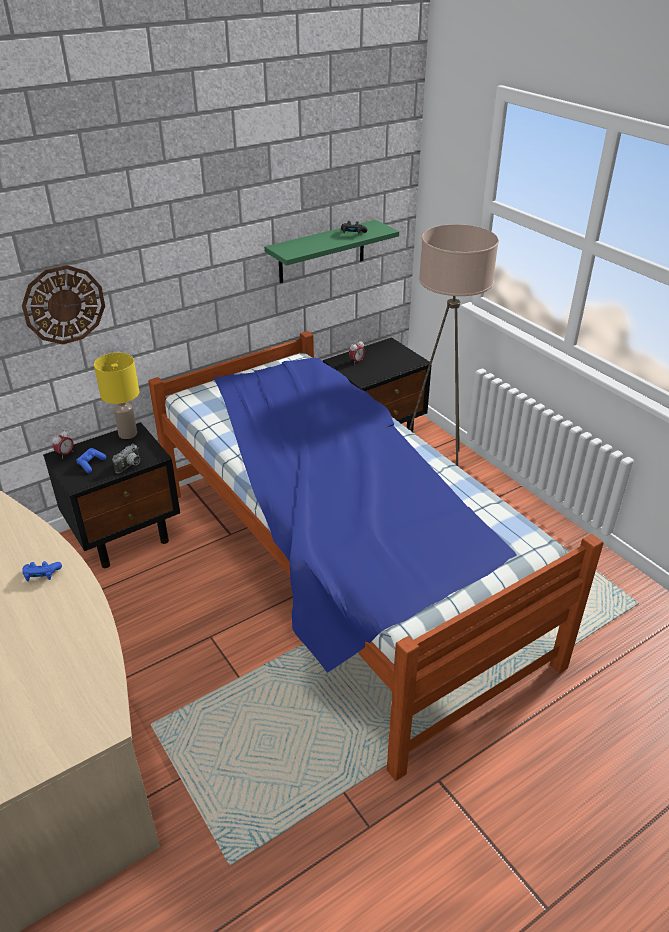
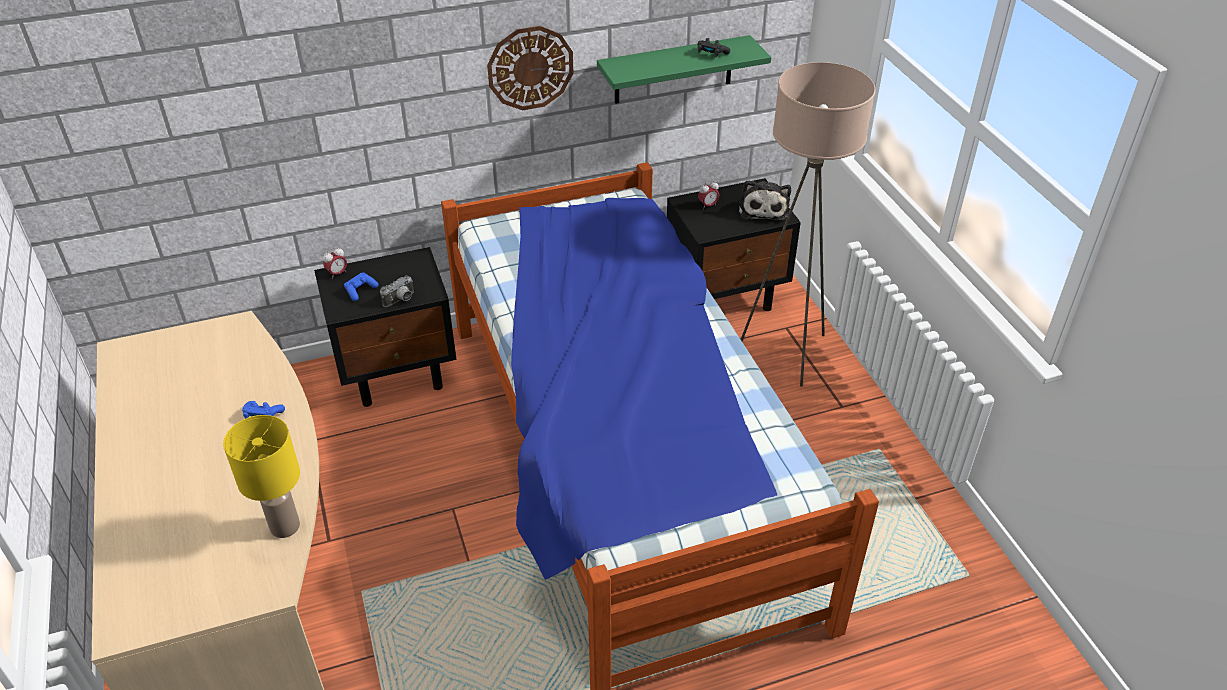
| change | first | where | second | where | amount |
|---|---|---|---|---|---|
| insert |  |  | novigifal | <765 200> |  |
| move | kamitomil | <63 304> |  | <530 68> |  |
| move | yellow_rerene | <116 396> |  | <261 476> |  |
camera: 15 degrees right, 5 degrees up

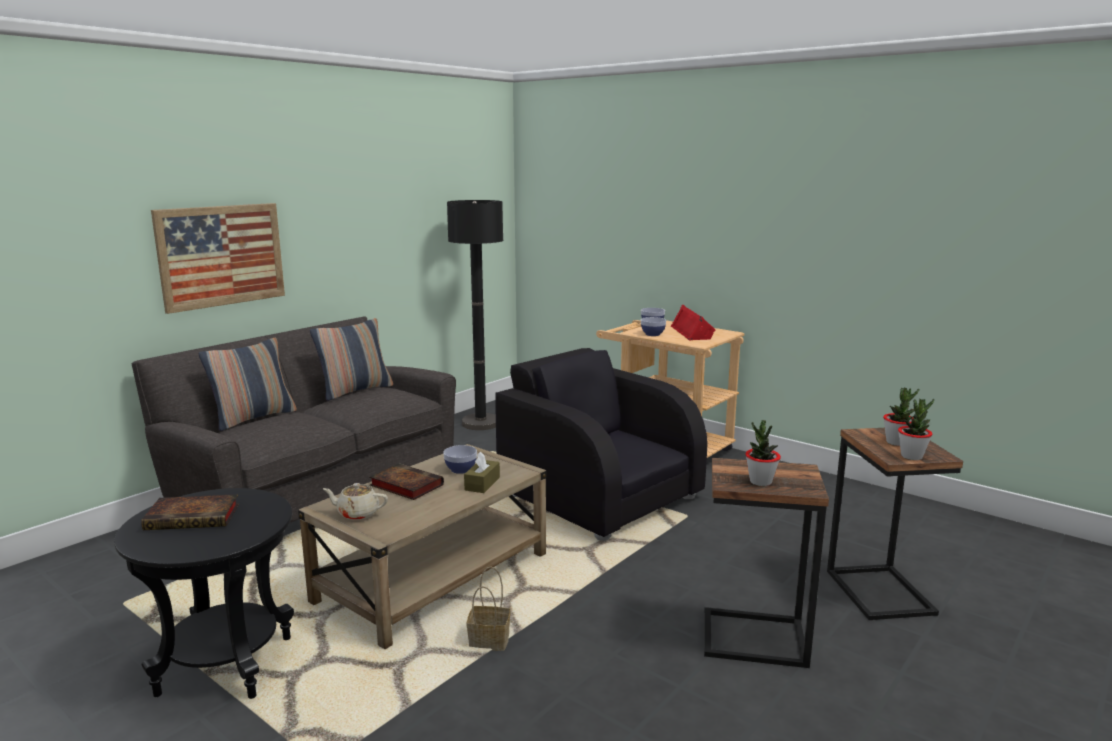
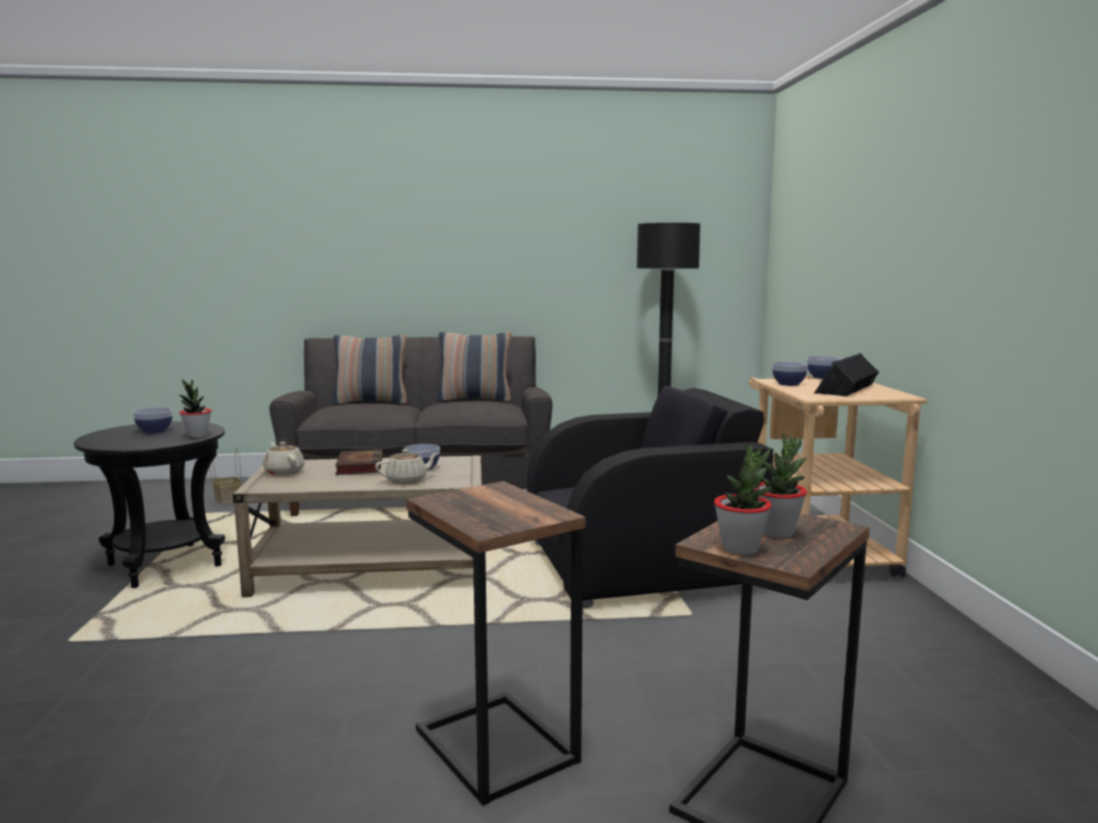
| change | first | where | second | where | amount |
|---|---|---|---|---|---|
| delete | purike | <218 258> |  |  |  |
| move | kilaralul | <489 608> |  | <226 477> |  |
| move | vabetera | <763 453> |  | <196 408> |  |
| replace | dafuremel | <190 512> | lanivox | <153 420> |  |
| replace | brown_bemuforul | <482 472> | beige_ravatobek | <406 466> |  |
| recolor | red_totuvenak | <693 322> | black_totuvenak | <846 374> |  |
| rotate | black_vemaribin | <601 444> |  | <650 497> | 75 degrees clockwise |
camera: 45 degrees right, 5 degrees down

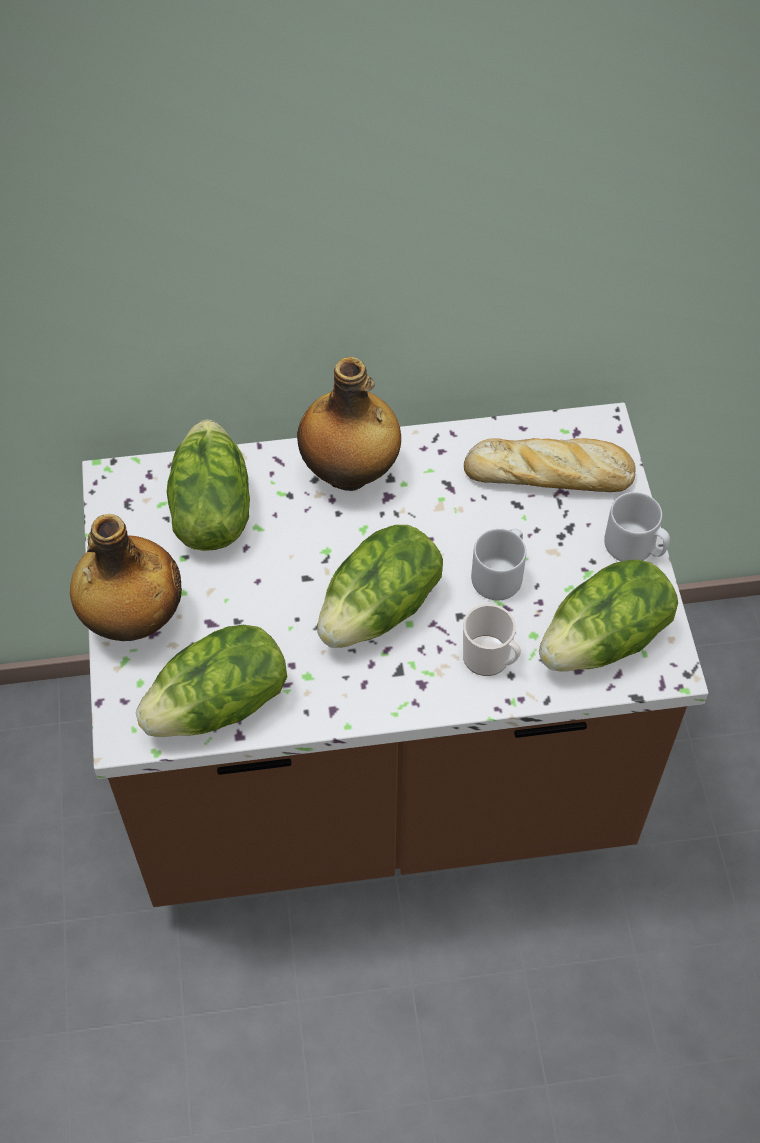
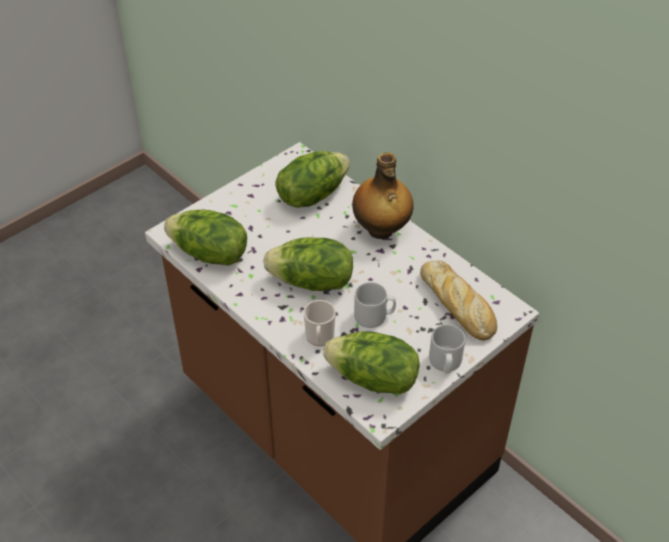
| change | first | where | second | where | amount |
|---|---|---|---|---|---|
| delete | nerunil | <126 577> |  |  |  |
camera: 55 degrees right, 10 degrees down

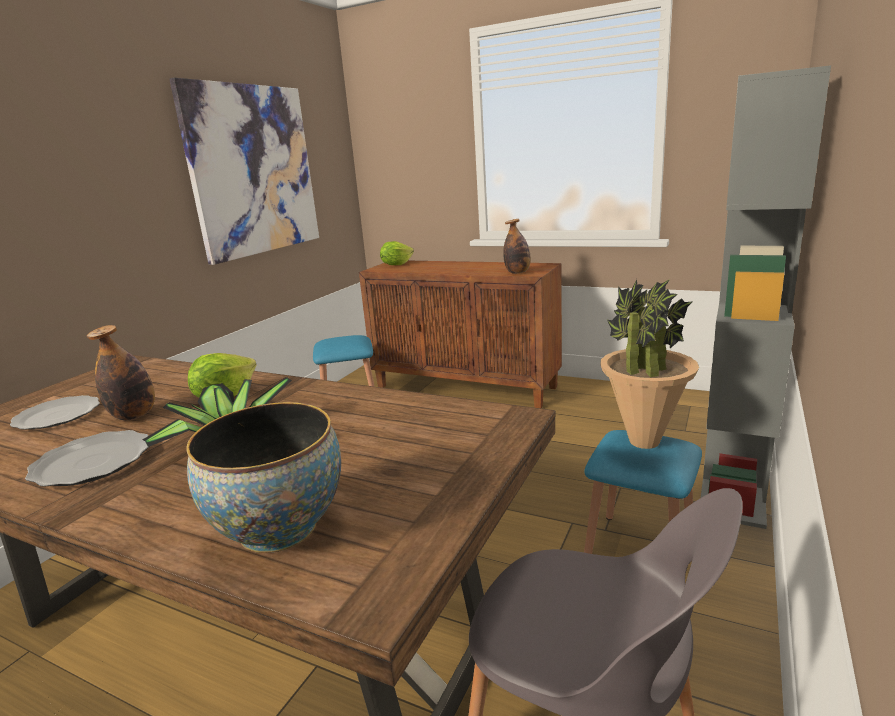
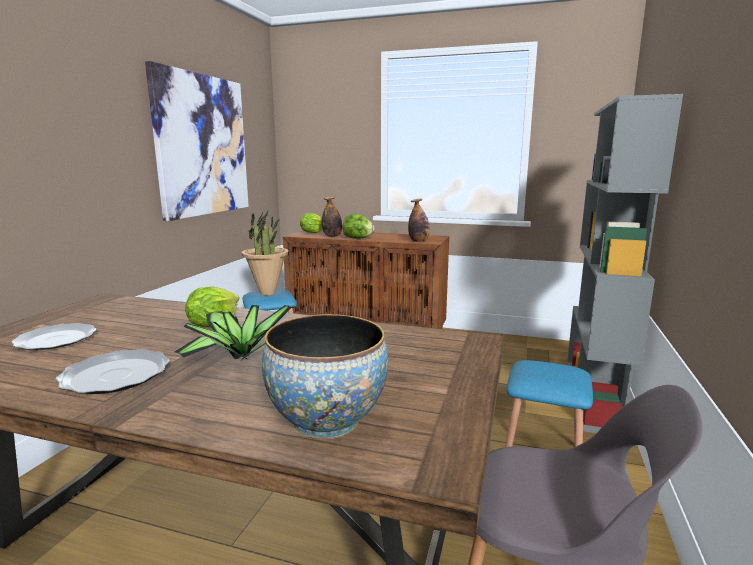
| change | first | where | second | where | amount |
|---|---|---|---|---|---|
| insert |  |  | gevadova | <359 226> |  |
| move | nerunil | <121 372> |  | <332 216> |  |
| move | vabetera | <649 364> |  | <265 252> |  |
camera: 10 degrees left, 5 degrees down

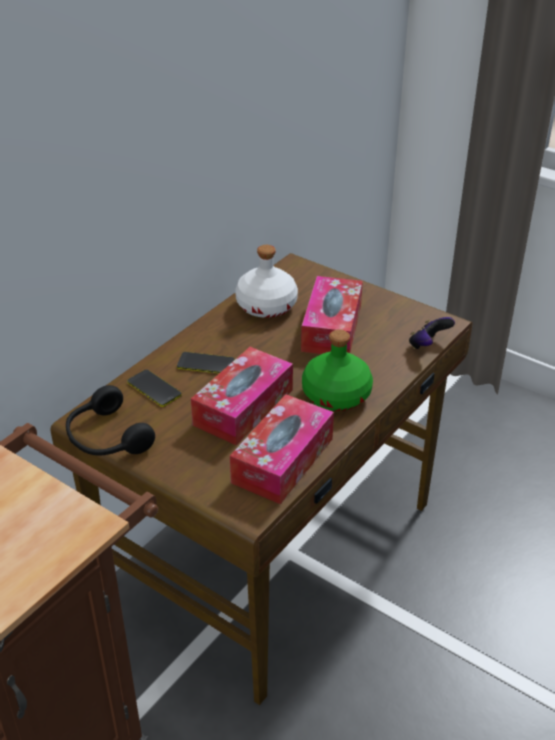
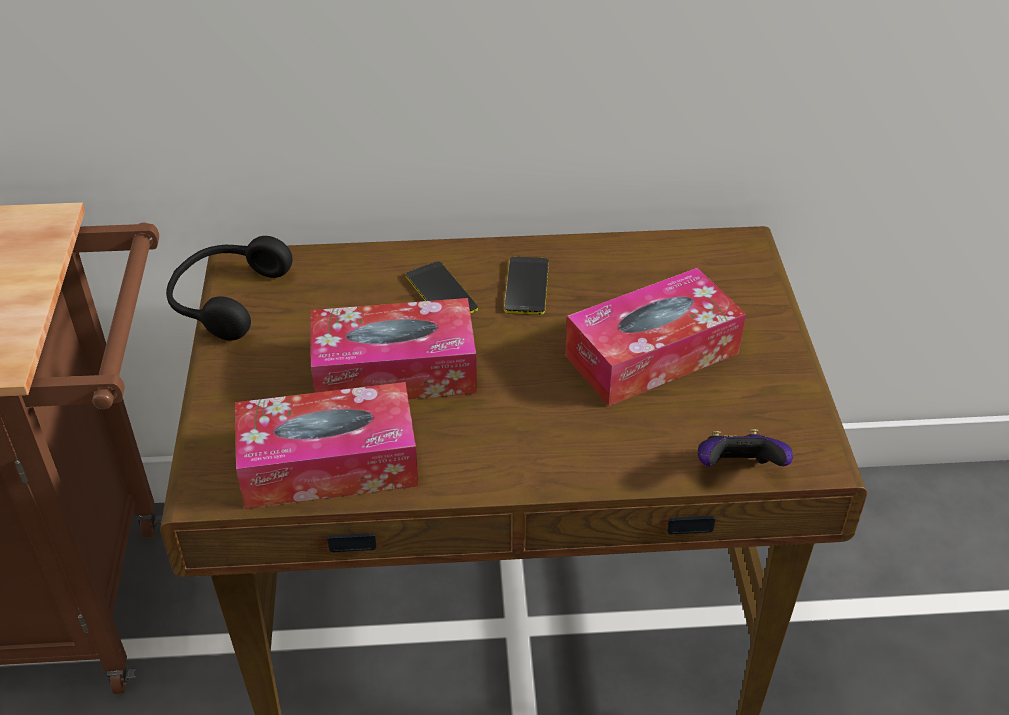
| change | first | where | second | where | amount |
|---|---|---|---|---|---|
| delete | white_nerunil | <266 281> |  |  |  |
| delete | green_nerunil | <337 370> |  |  |  |
| move | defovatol | <154 388> |  | <526 286> |  |
camera: 50 degrees right, 5 degrees up

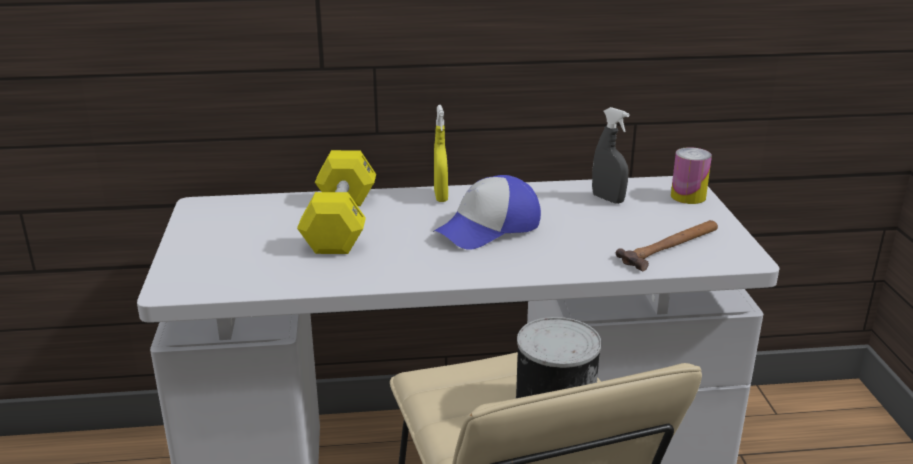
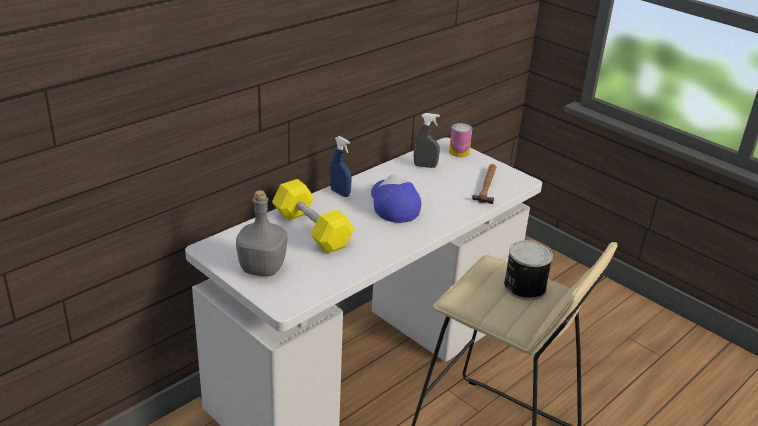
| change | first | where | second | where | amount |
|---|---|---|---|---|---|
| insert |  |  | grey_nerunil | <261 233> |  |
| recolor | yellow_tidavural | <441 153> | blue_tidavural | <341 166> |  |
| rotate | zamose | <487 212> |  | <396 198> | 150 degrees clockwise |
camera: 40 degrees left, 5 degrees up

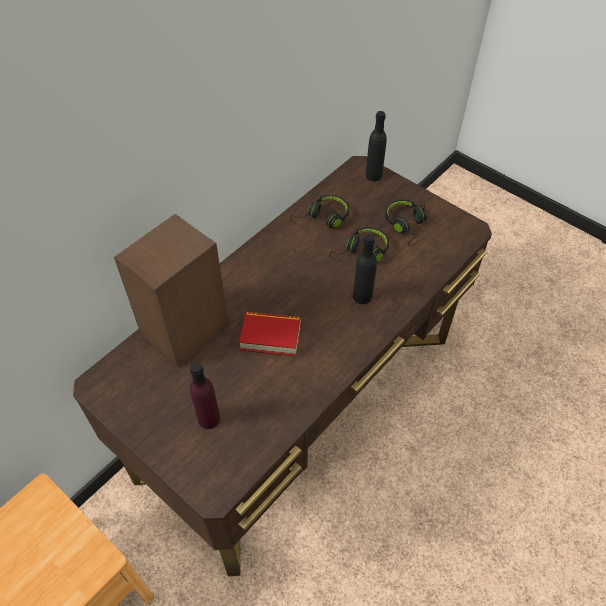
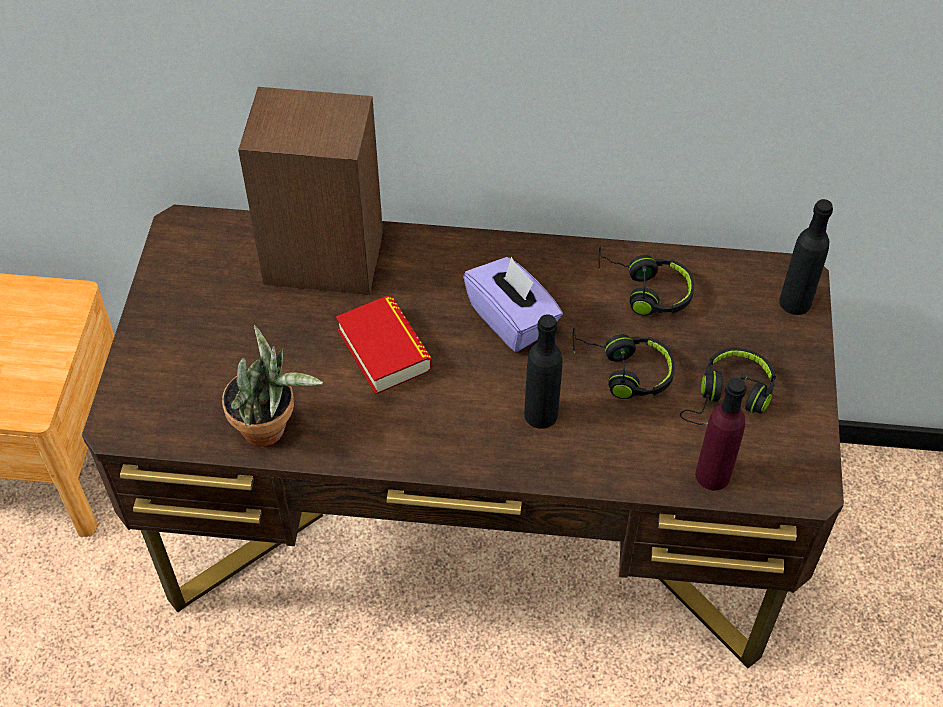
| change | first | where | second | where | amount |
|---|---|---|---|---|---|
| insert |  |  | vabetera | <272 386> |  |
| insert |  |  | purple_bemuforul | <513 304> |  |
| move | purple_nerunil | <205 395> |  | <720 434> |  |
camera: 55 degrees right, 0 degrees up

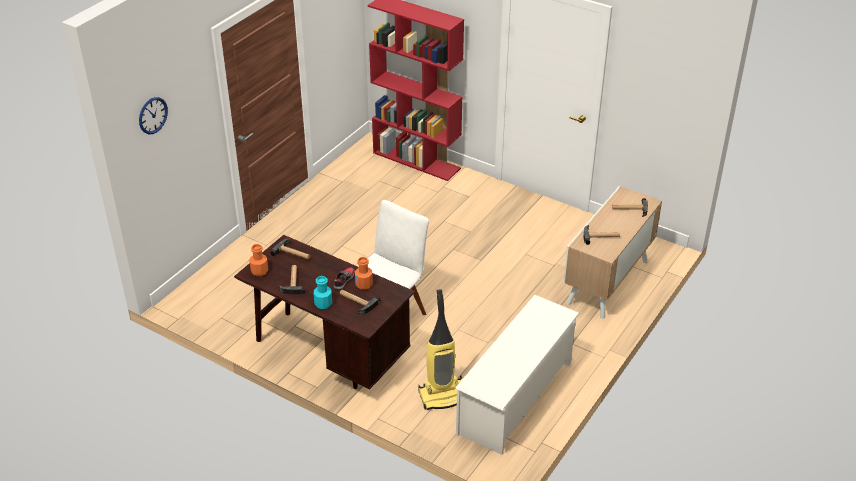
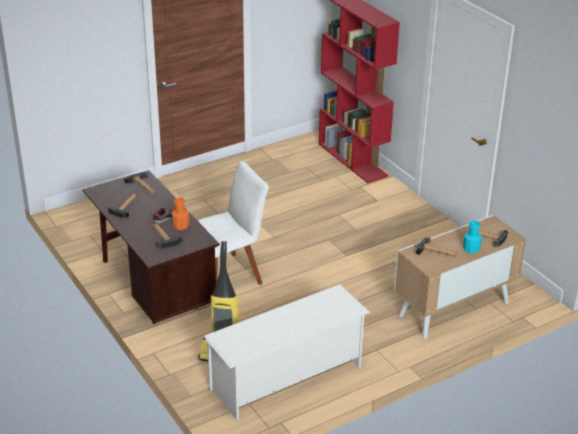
| change | first | where | second | where | amount |
|---|---|---|---|---|---|
| delete | kamitomil | <153 115> |  |  |  |
| delete | orange_nerunil | <258 260> |  |  |  |
| move | turquoise_nerunil | <323 292> |  | <472 237> |  |
camera: 25 degrees right, 5 degrees down

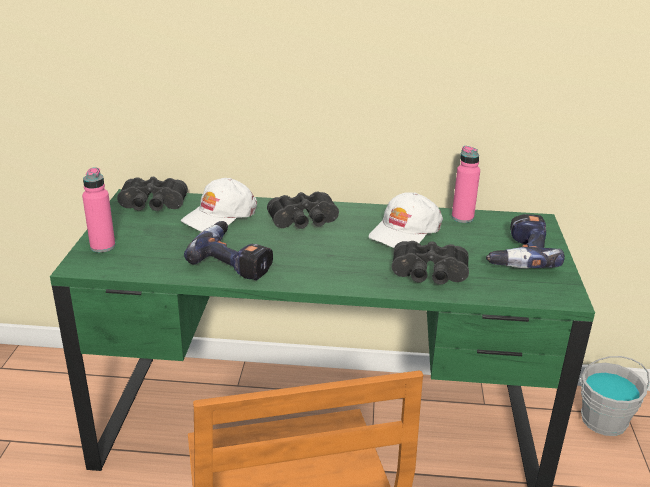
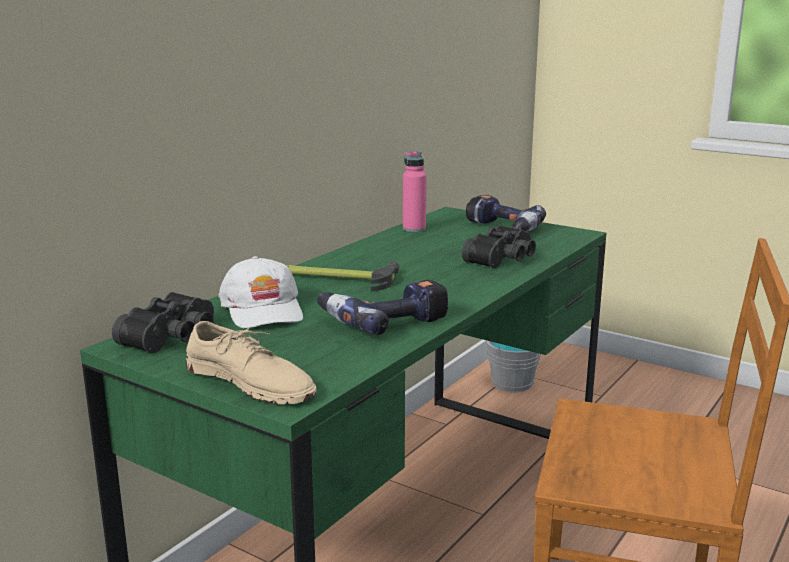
| change | first | where | second | where | amount |
|---|---|---|---|---|---|
| delete | white_zamose | <405 220> |  |  |  |
| replace | pink_nerunil | <98 210> | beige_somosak | <251 363> |  |
| replace | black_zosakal | <303 210> | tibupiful | <342 276> |  |
camera: 60 degrees left, 10 degrees down

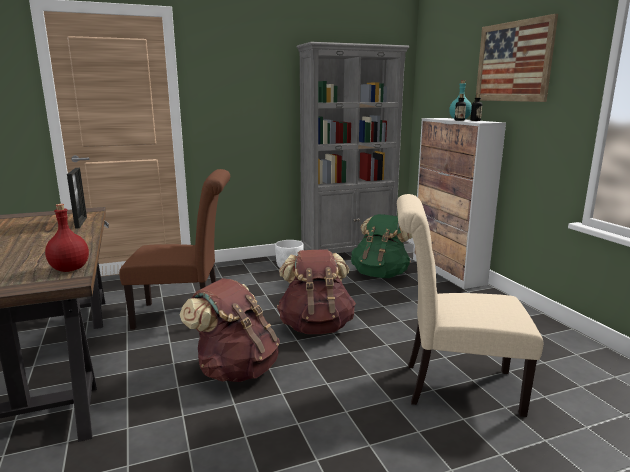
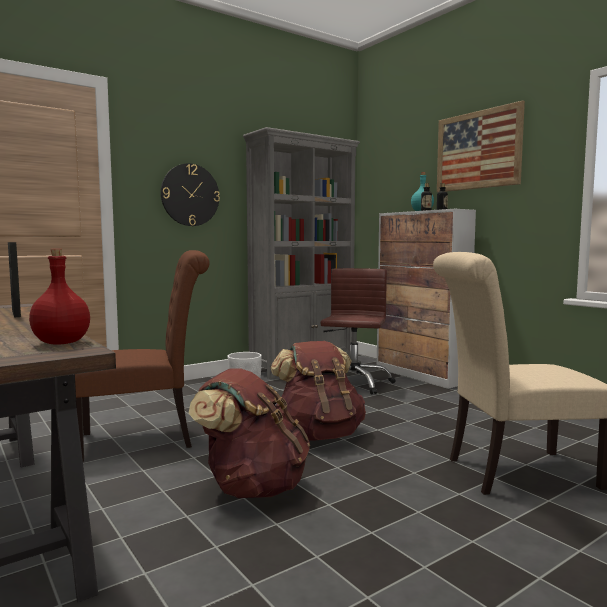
| change | first | where | second | where | amount |
|---|---|---|---|---|---|
| insert |  |  | kamitomil | <190 194> |  |
| replace | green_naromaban | <382 246> | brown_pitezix | <358 331> |  |
camera: 15 degrees left, 10 degrees down

